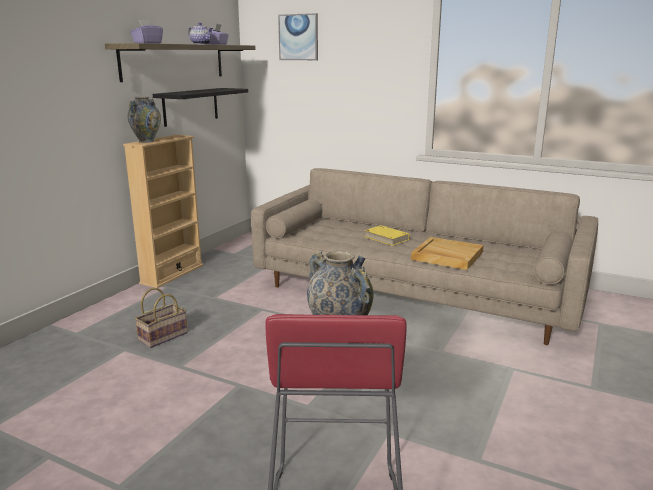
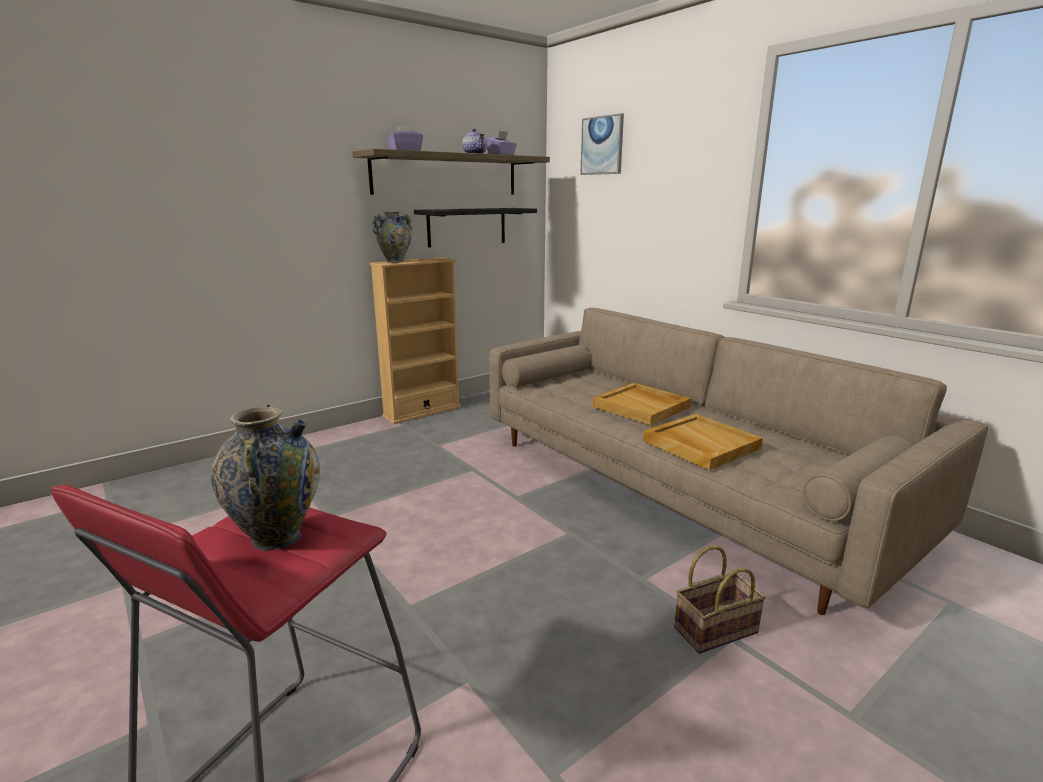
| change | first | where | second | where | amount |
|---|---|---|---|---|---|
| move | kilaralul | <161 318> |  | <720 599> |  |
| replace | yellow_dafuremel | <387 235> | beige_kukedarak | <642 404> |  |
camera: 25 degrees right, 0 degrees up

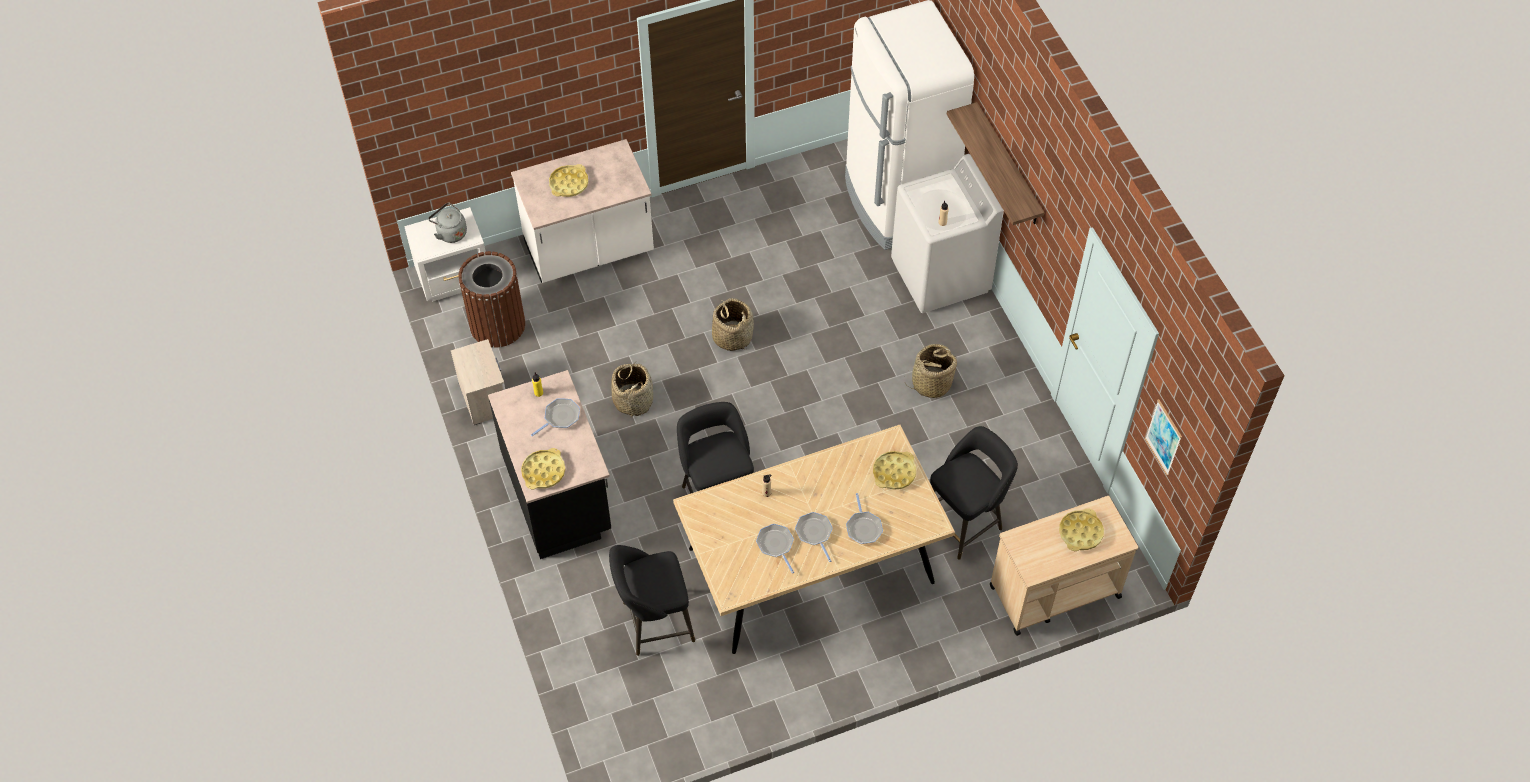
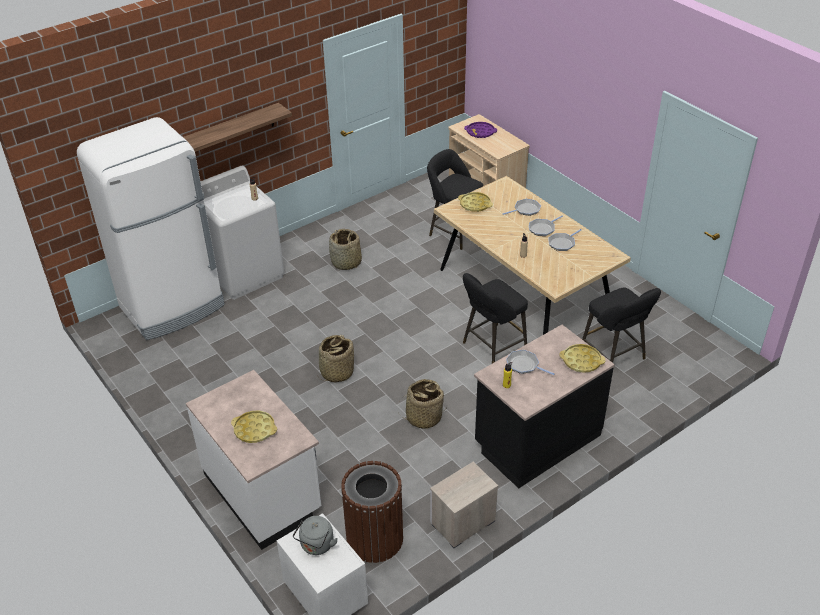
| change | first | where | second | where | amount |
|---|---|---|---|---|---|
| delete | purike | <1163 437> |  |  |  |
| recolor | yellow_kukedarak | <1081 529> | purple_kukedarak | <480 130> |  |
camera: 105 degrees left, 15 degrees down

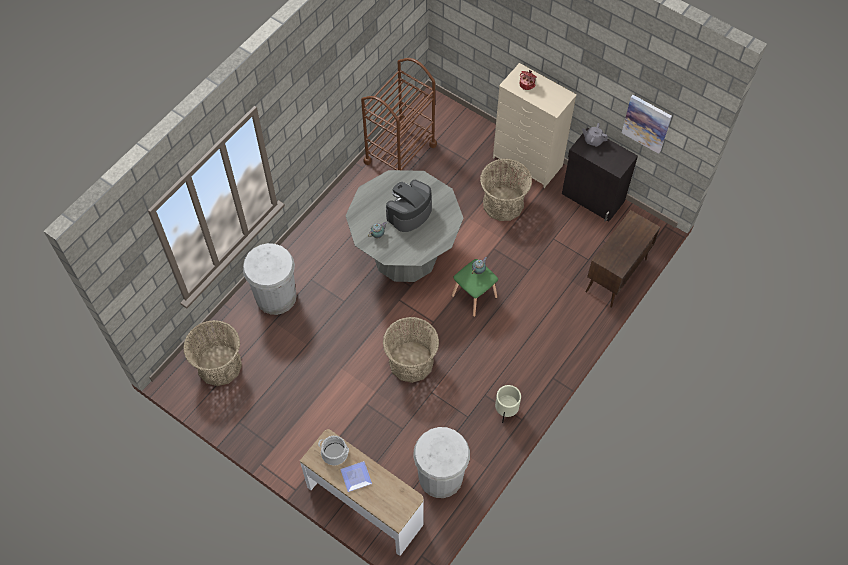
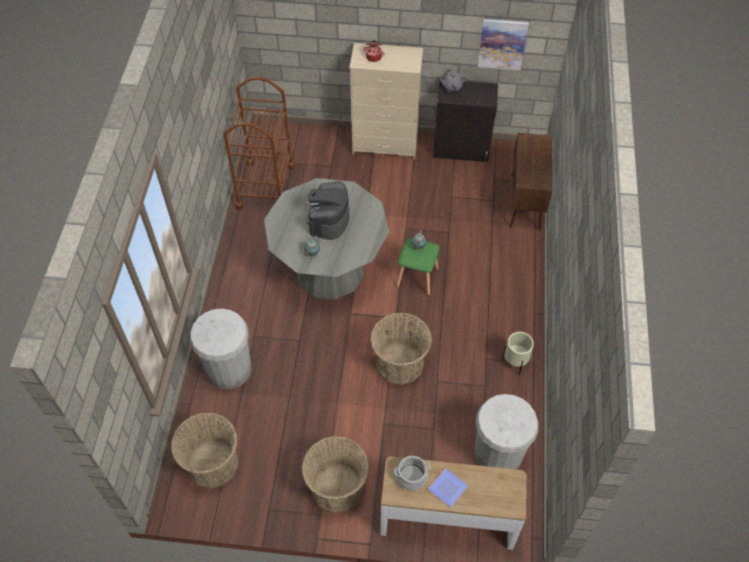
| change | first | where | second | where | amount |
|---|---|---|---|---|---|
| move | kilaralul | <506 189> |  | <335 474> |  |
camera: 30 degrees left, 5 degrees down

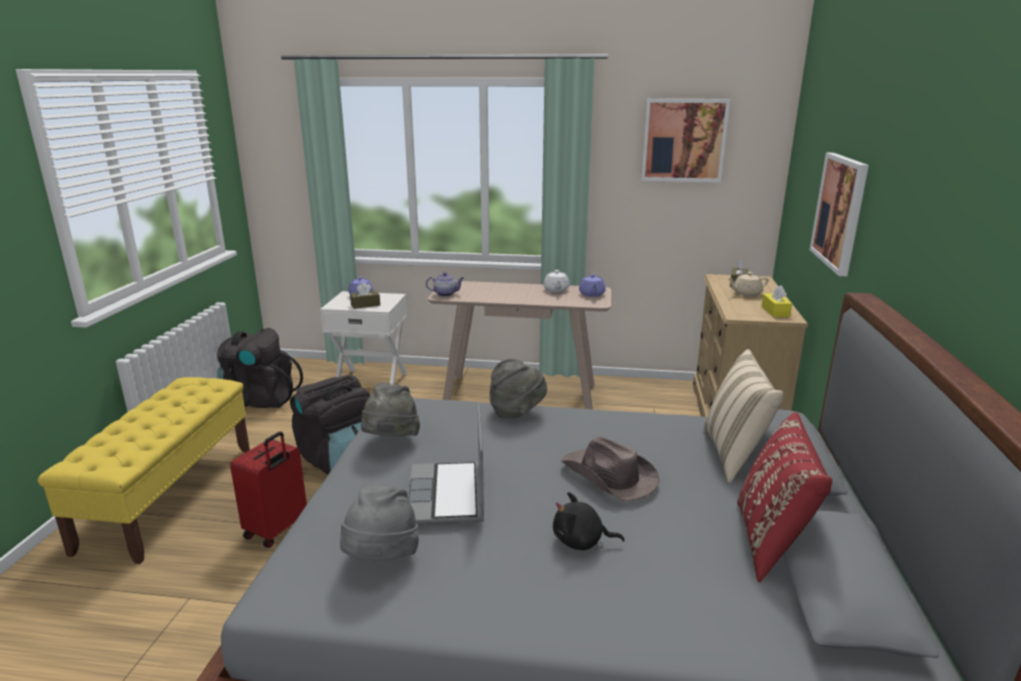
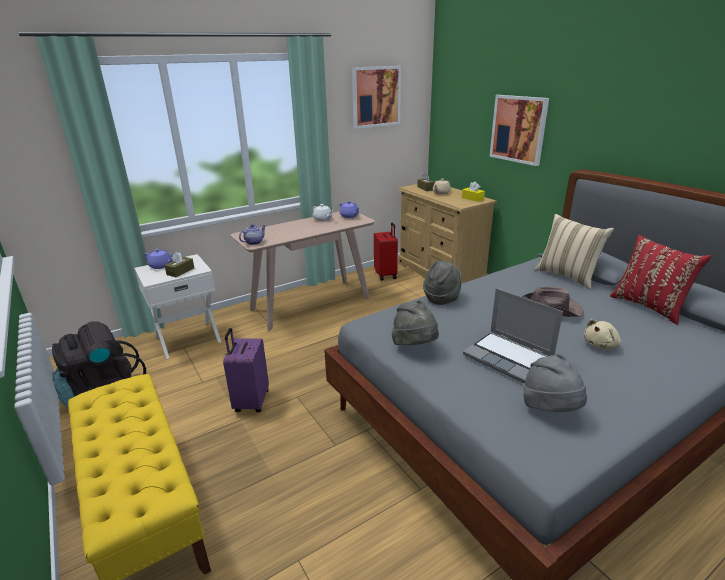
| change | first | where | second | where | amount |
|---|---|---|---|---|---|
| move | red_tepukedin | <268 489> |  | <386 251> |  |
| replace | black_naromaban | <330 424> | purple_tepukedin | <246 370> |  |
| recolor | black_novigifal | <589 521> | beige_novigifal | <602 334> |  |
camera: 40 degrees left, 5 degrees up

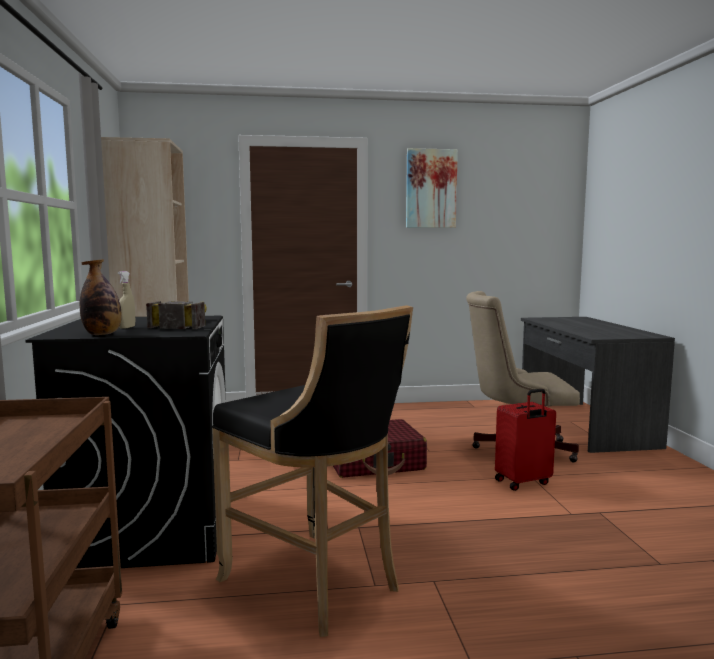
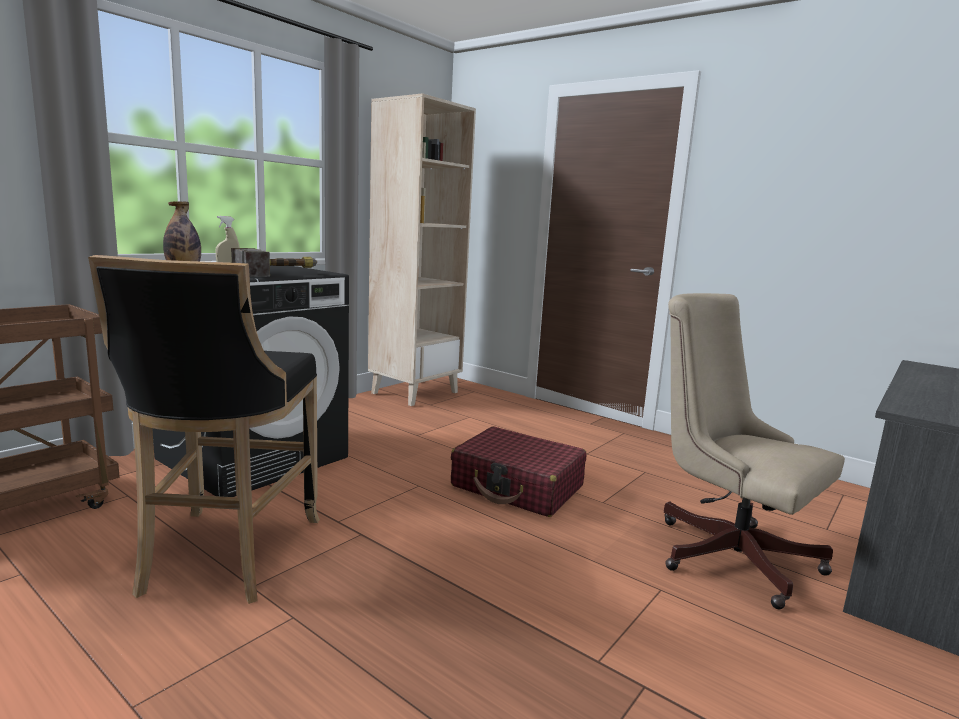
| change | first | where | second | where | amount |
|---|---|---|---|---|---|
| delete | purike | <432 188> |  |  |  |
| delete | red_tepukedin | <525 440> |  |  |  |
camera: 45 degrees right, 5 degrees up

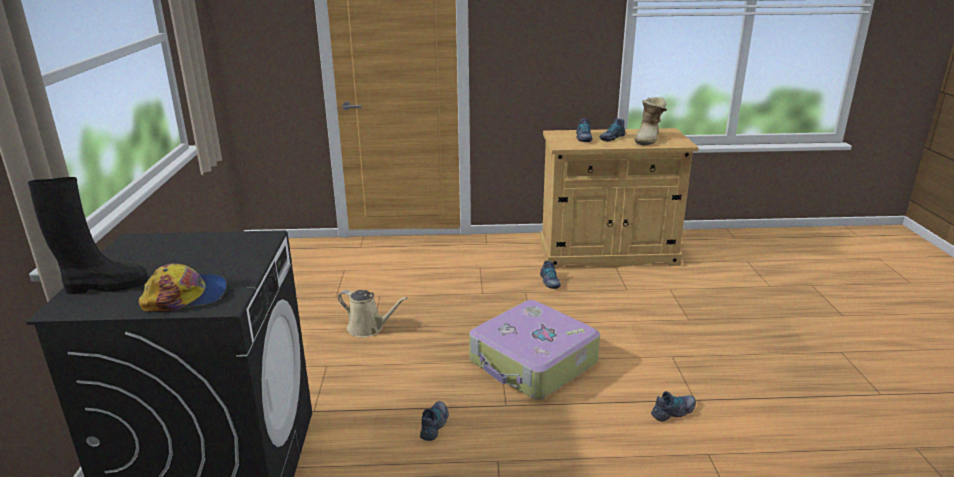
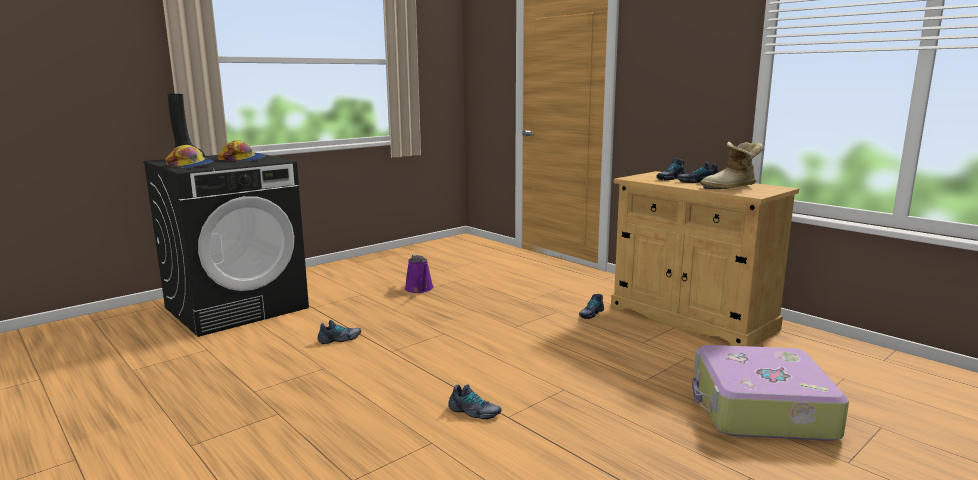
| change | first | where | second | where | amount |
|---|---|---|---|---|---|
| insert |  |  | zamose | <242 150> |  |
| move | tepukedin | <534 350> |  | <770 393> |  |
| recolor | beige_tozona | <373 313> | purple_tozona | <419 273> |  |
camera: 50 degrees right, 10 degrees down

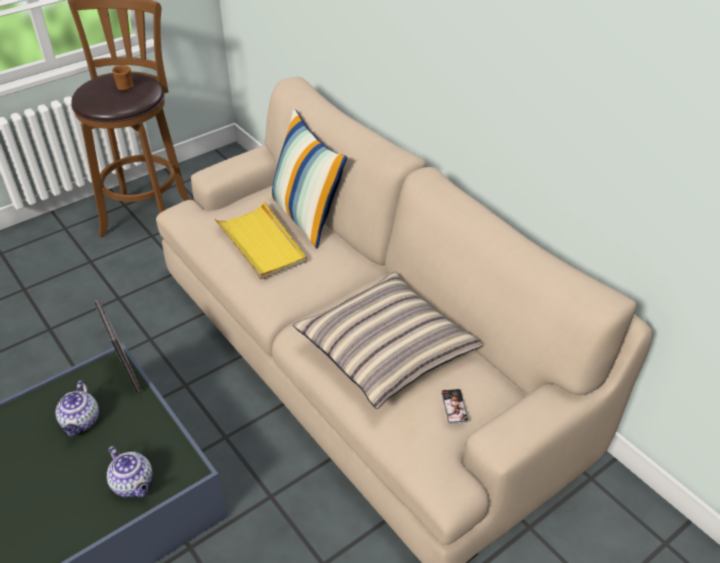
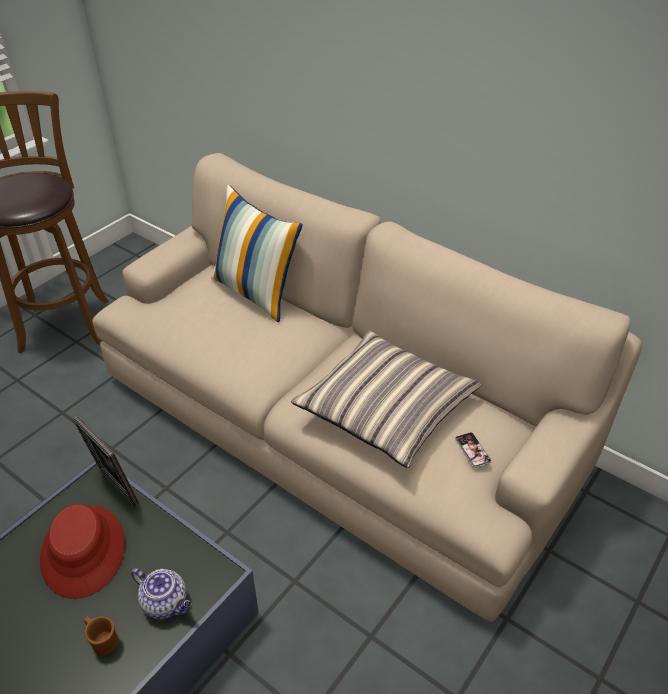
| change | first | where | second | where | amount |
|---|---|---|---|---|---|
| delete | yellow_kukedarak | <260 240> |  |  |  |
| move | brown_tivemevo | <122 78> |  | <101 636> |  |
| replace | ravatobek | <77 408> | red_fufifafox | <82 551> |  |
camera: 15 degrees left, 0 degrees up

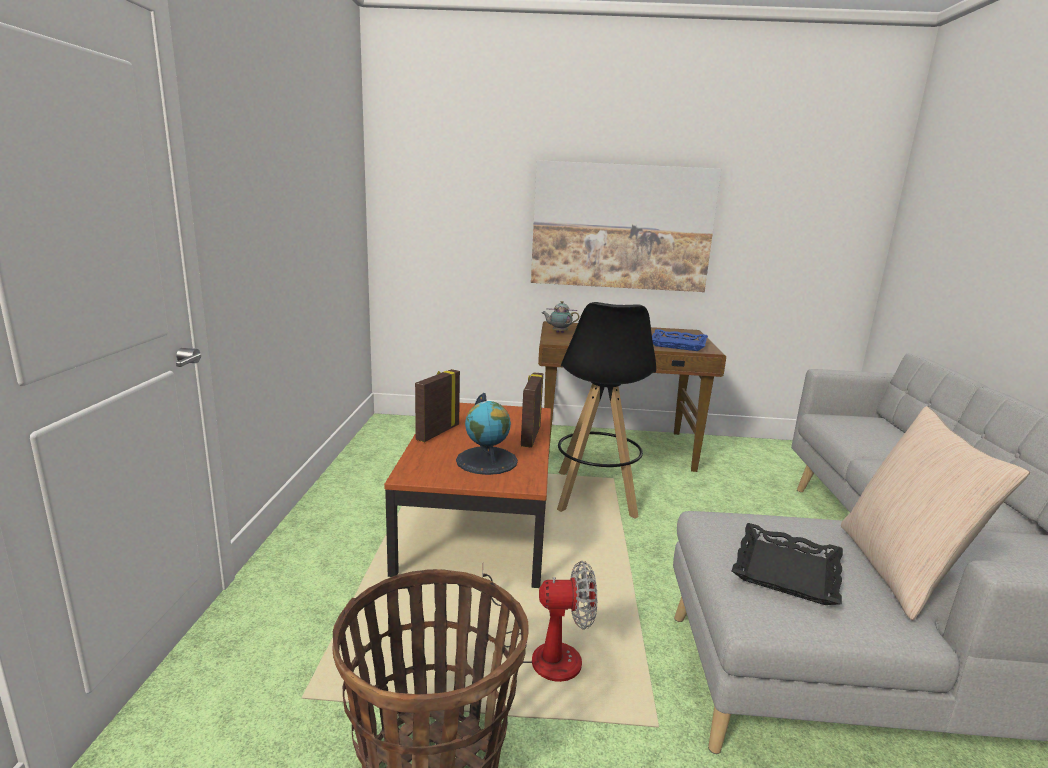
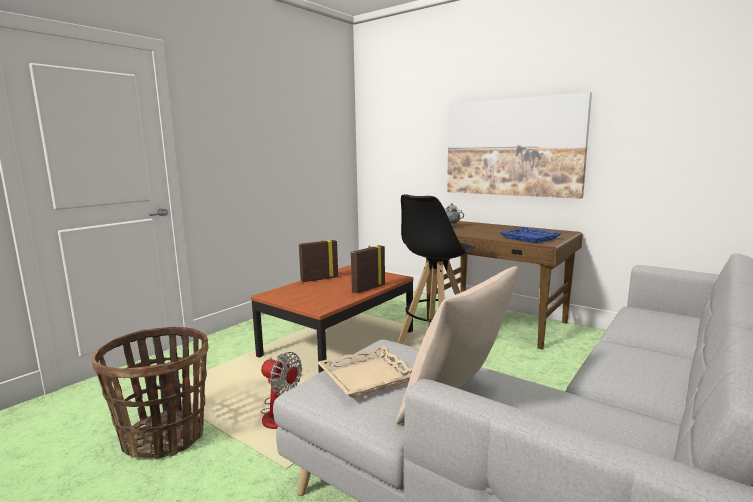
| change | first | where | second | where | amount |
|---|---|---|---|---|---|
| delete | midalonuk | <487 434> |  |  |  |
| recolor | black_kukedarak | <787 564> | beige_kukedarak | <365 372> |  |
camera: 35 degrees right, 5 degrees down

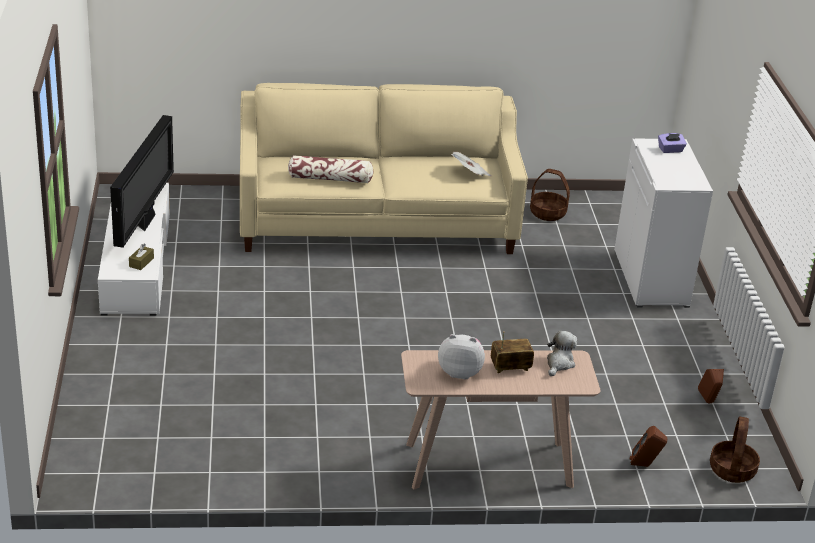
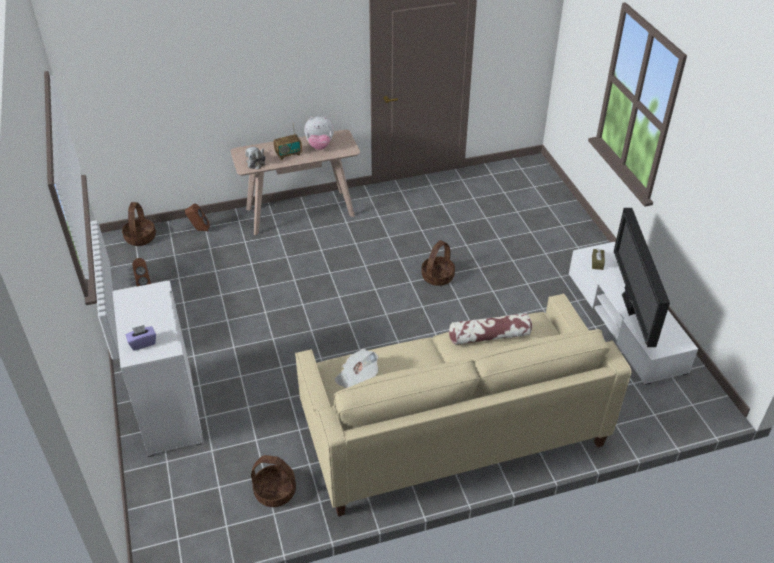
| change | first | where | second | where | amount |
|---|---|---|---|---|---|
| insert |  |  | kilaralul | <438 263> |  |
camera: 170 degrees right, 10 degrees up

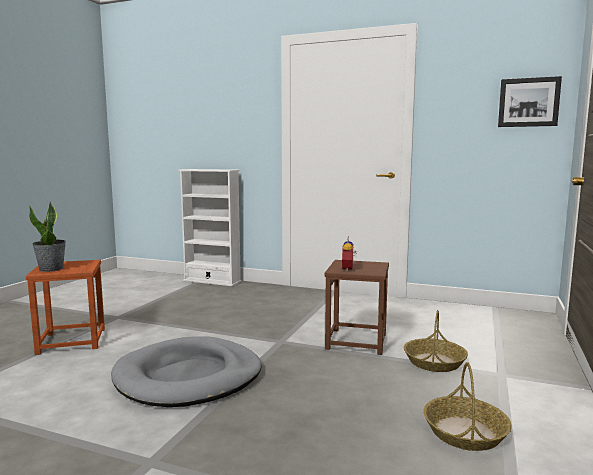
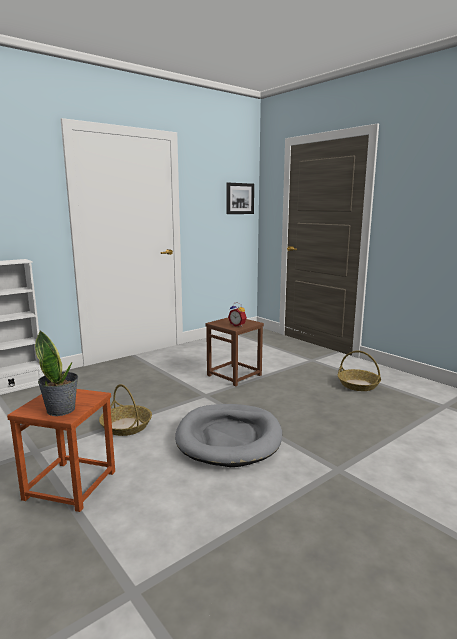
| change | first | where | second | where | amount |
|---|---|---|---|---|---|
| move | kilaralul | <436 341> |  | <125 410> |  |
camera: 60 degrees left, 5 degrees up

